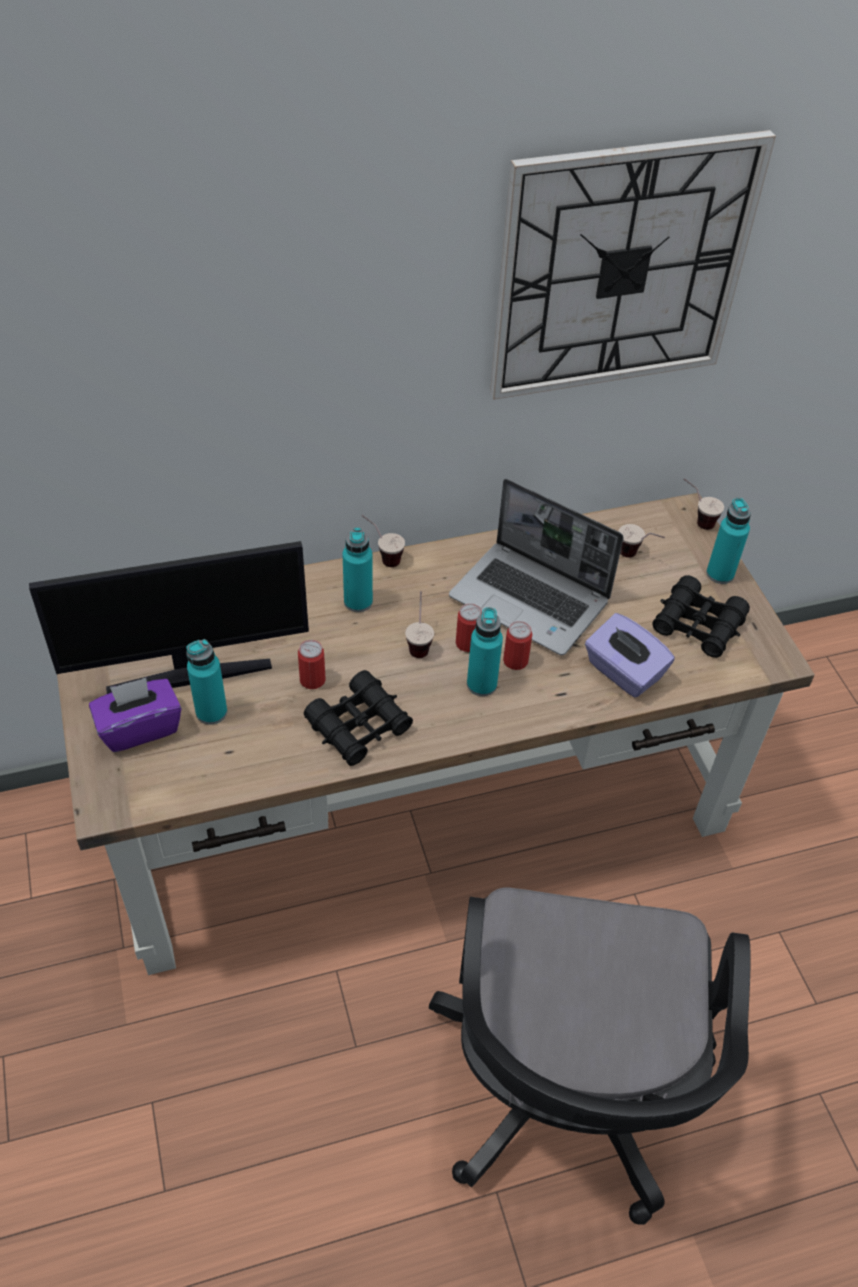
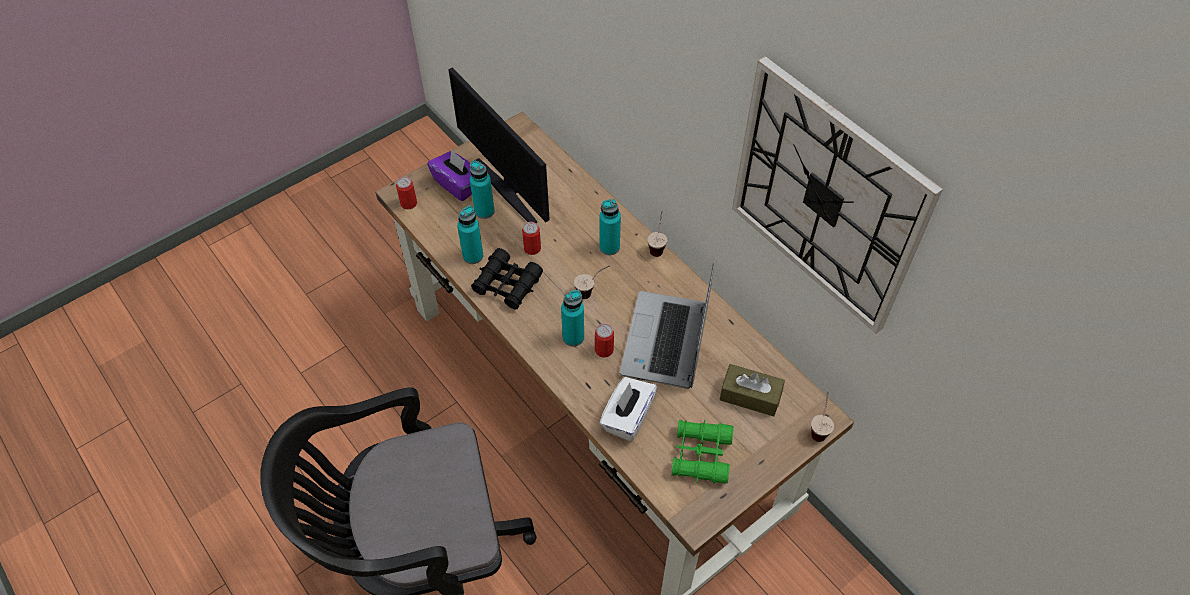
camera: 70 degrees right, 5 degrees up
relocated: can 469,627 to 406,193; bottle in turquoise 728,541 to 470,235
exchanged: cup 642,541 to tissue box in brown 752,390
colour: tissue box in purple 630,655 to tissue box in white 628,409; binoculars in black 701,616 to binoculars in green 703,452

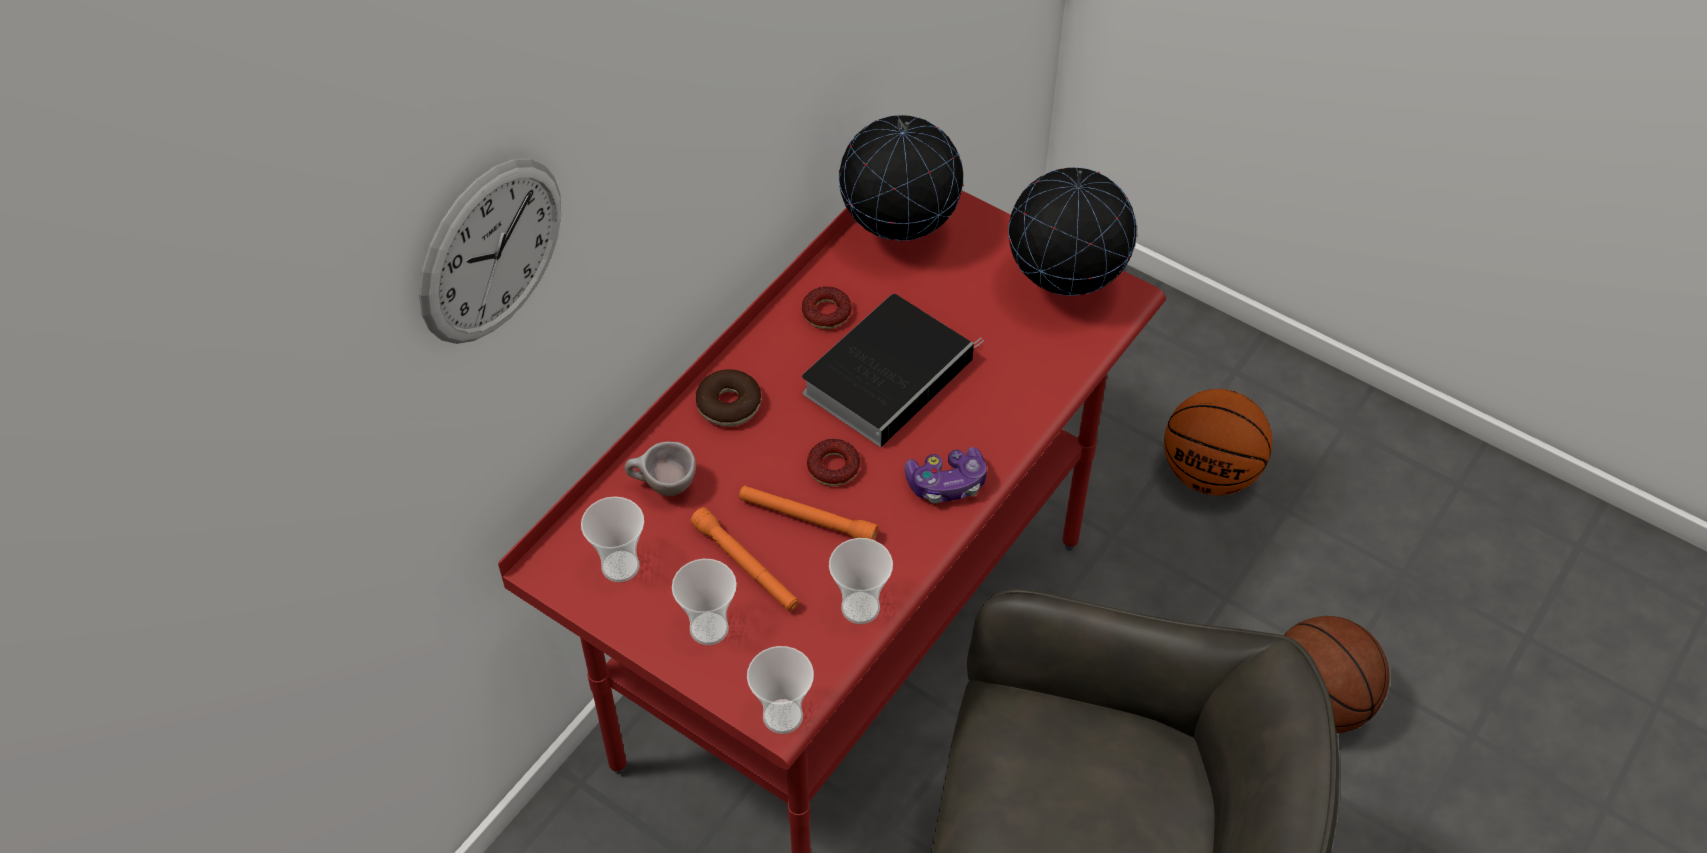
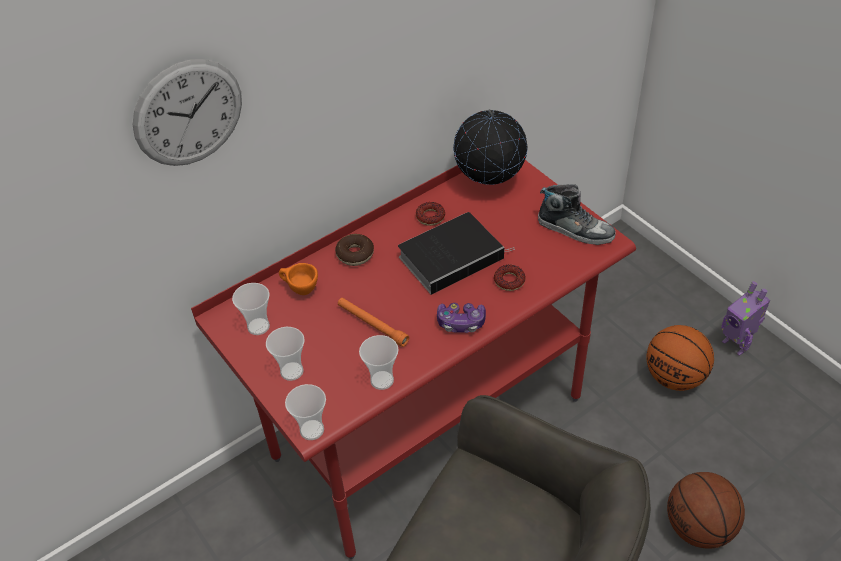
camera: 20 degrees right, 5 degrees down
missing: flashlight in orange 744,559
appeared: toy robot 745,318
relocated: donut 833,462 to 510,278
exchanged: globe 1072,231 to shoe 577,214
colour: cup in beige 660,469 to cup in orange 298,279

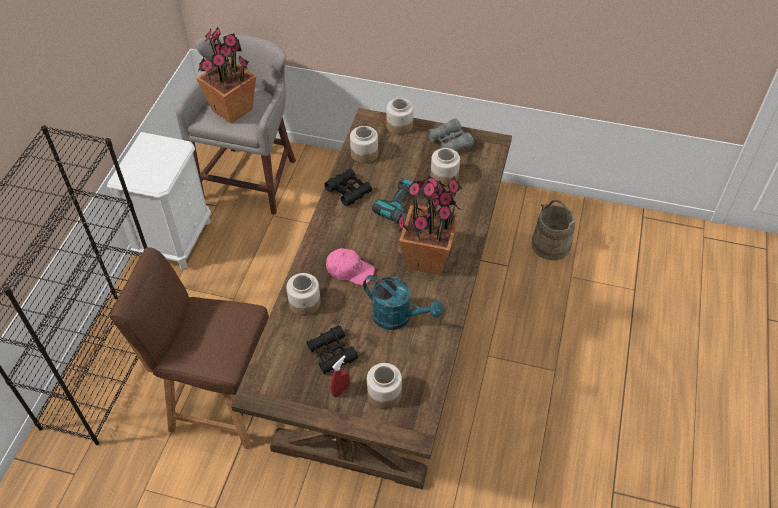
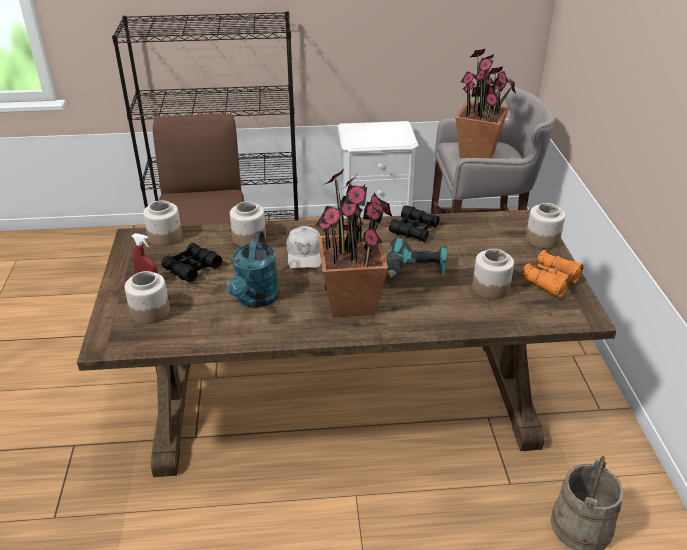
camera: 70 degrees right, 15 degrees down
relocated: jar 364,145 to 162,223
colour: cap in pink 350,266 to cap in white 303,247; binoculars in grey 451,135 to binoculars in orange 552,274

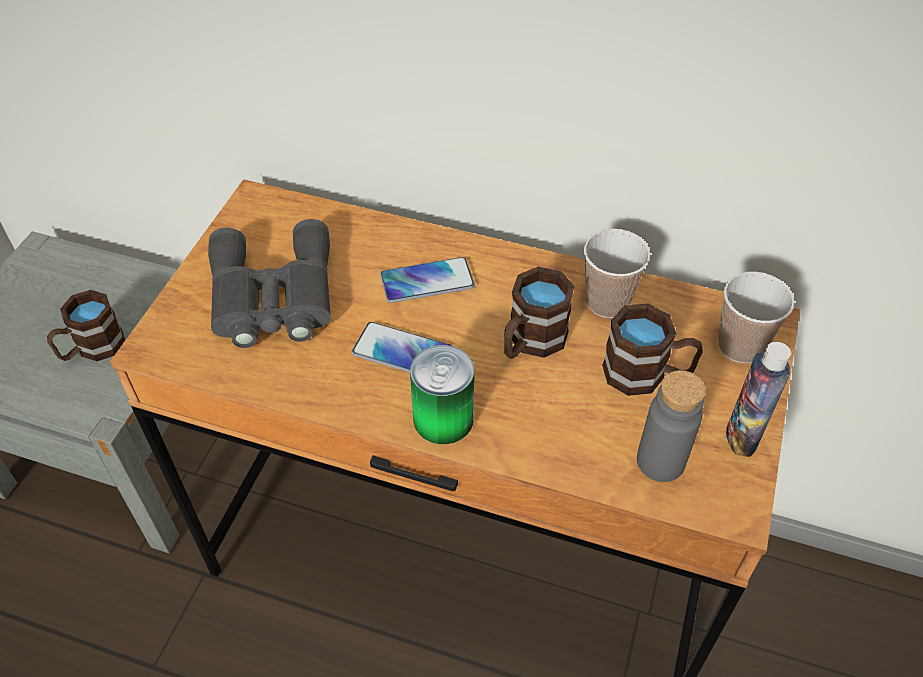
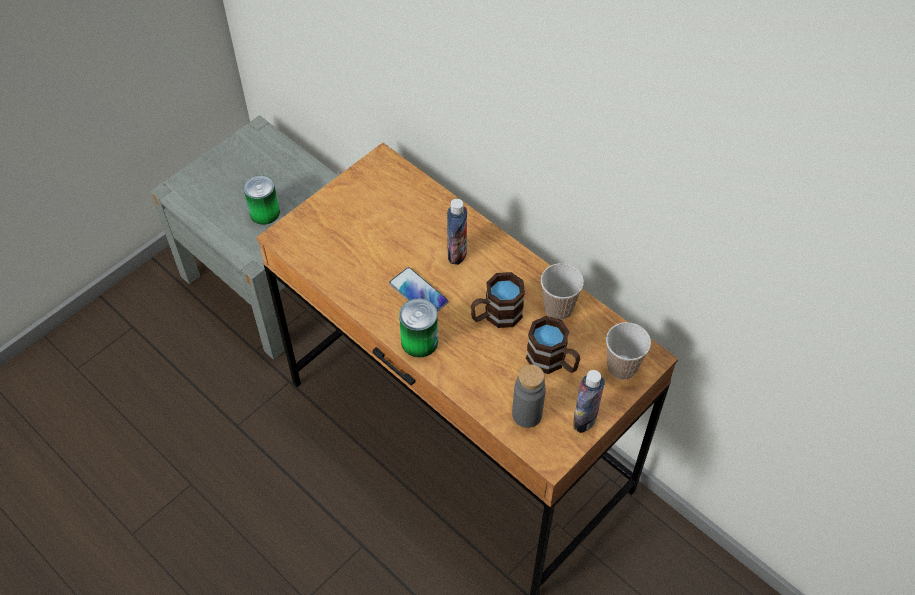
camera: 25 degrees right, 5 degrees up
missing: binoculars in grey 269,283
exchanged: mug in brown 86,325 to can 261,200; phone 427,280 to bottle 457,232

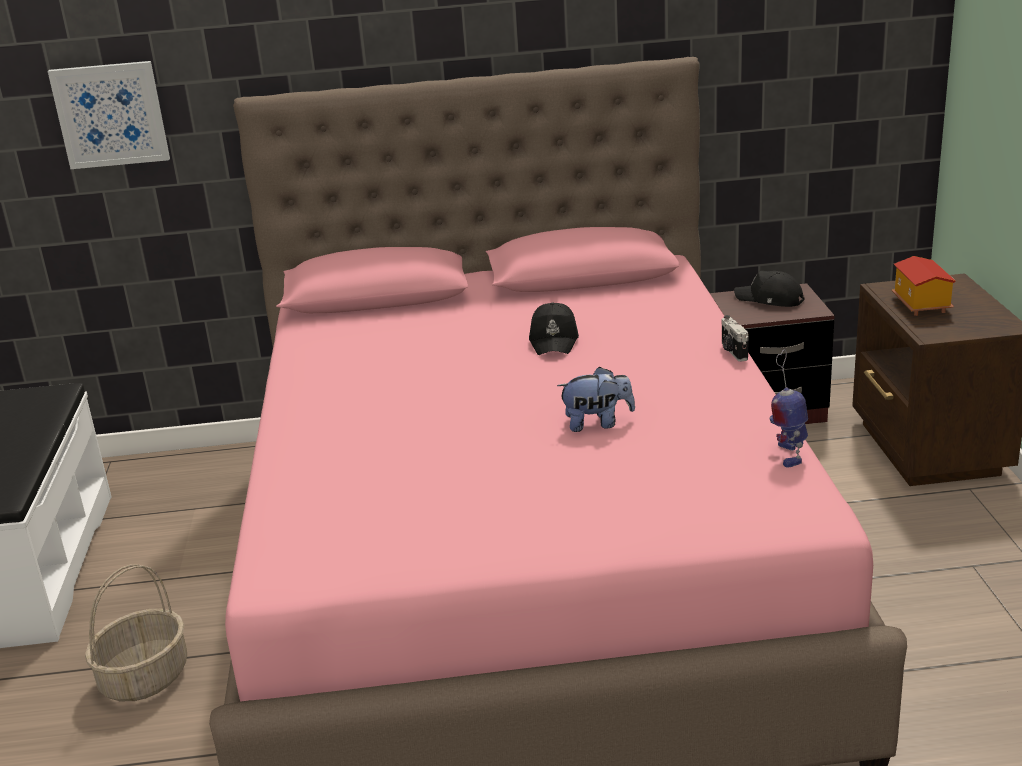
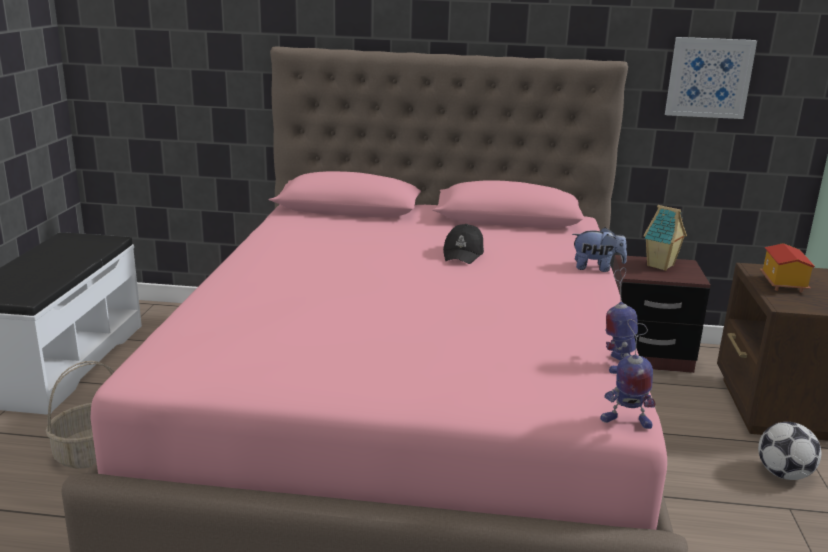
camera: 10 degrees right, 5 degrees down
missing: photo camera 735,338
appeared: toy robot 628,374; football 789,451
relocated: picture 109,115 to 711,78; plush toy 596,399 to 599,249
exchanged: cap in black 769,289 to toy house 665,238

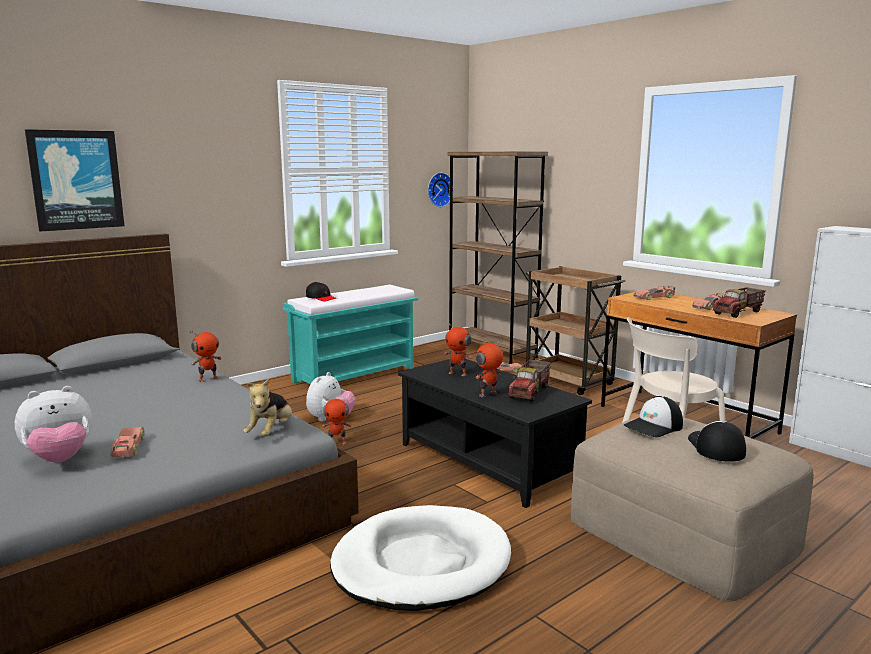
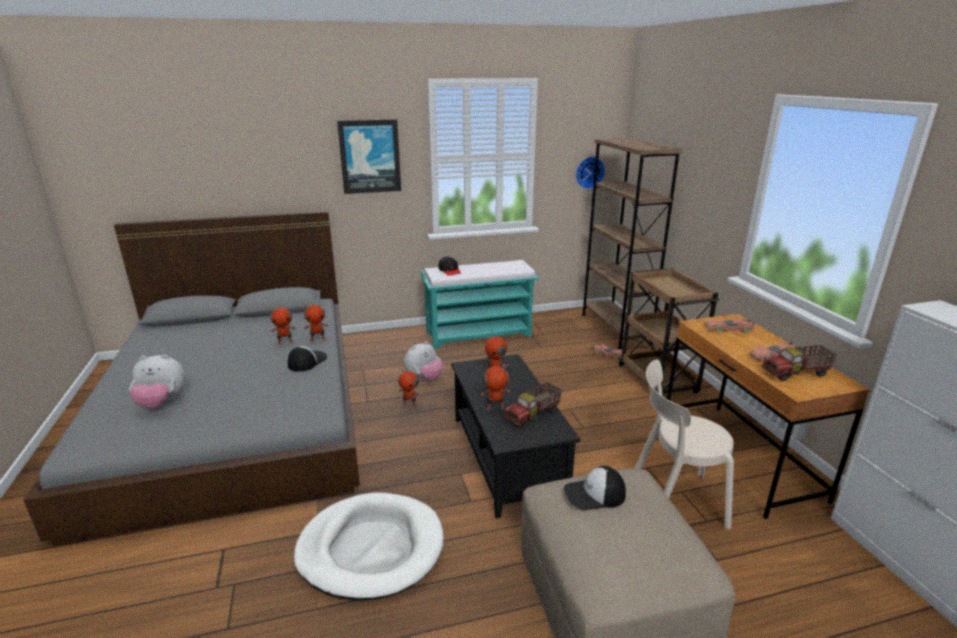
camera: 25 degrees right, 10 degrees up
missing: toy car 128,442; plush toy 268,407
appeared: toy robot 282,325
relocated: picture 74,180 to 369,156; cap 717,441 to 307,359

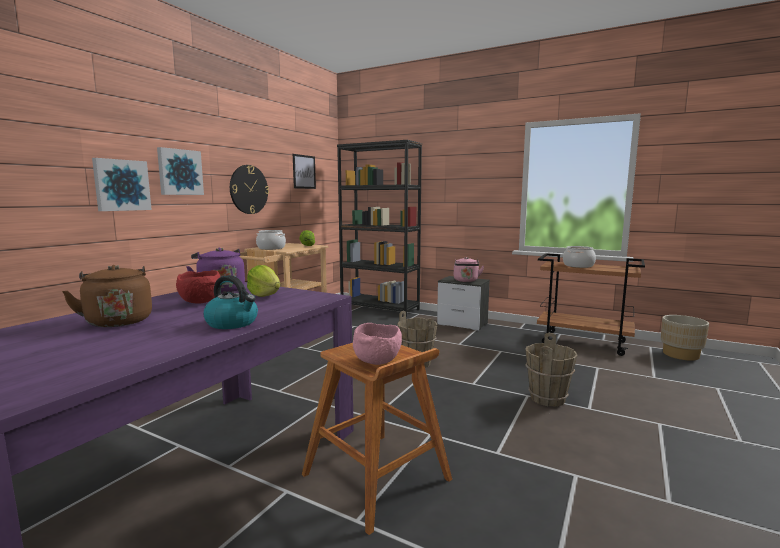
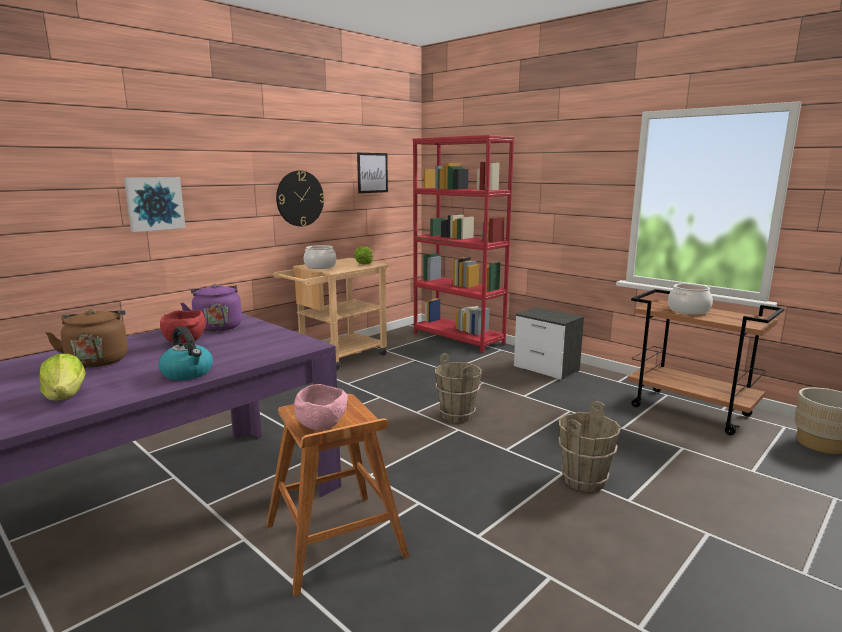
camera: 15 degrees right, 5 degrees up
missing: picture 180,171; kettle in pink 469,269
relocated: lettuce 263,281 to 62,377
colour: bookcase in black 379,228 to bookcase in red 464,244

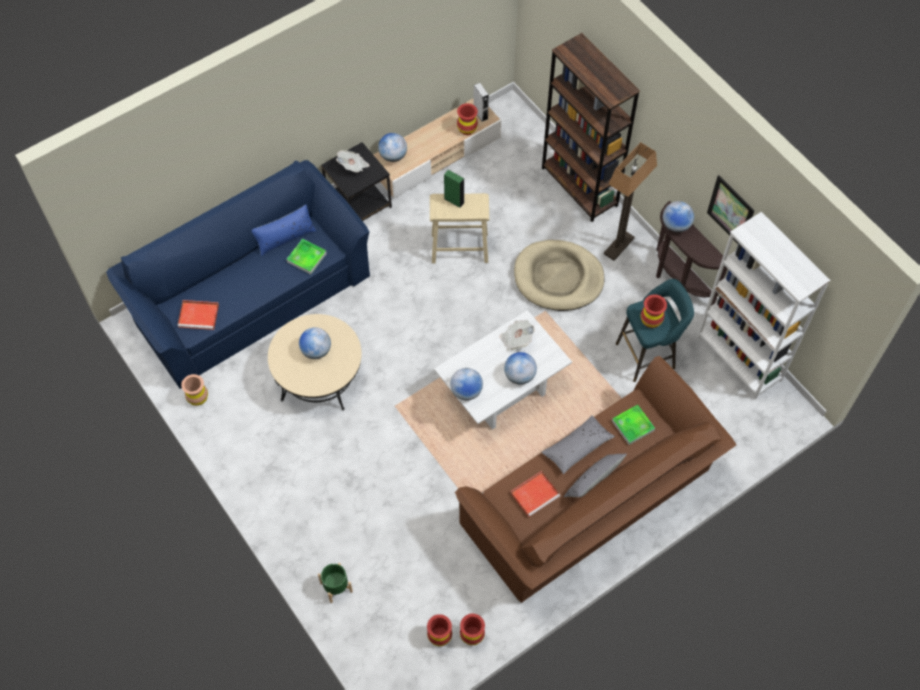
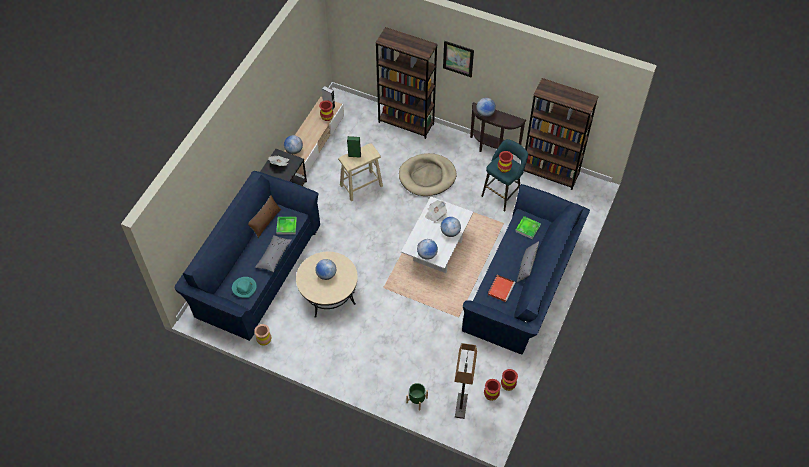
camera: 30 degrees left, 5 degrees down
relocated: pillow in grey 578,444 to 273,253; floor lamp 630,201 to 465,381; picture 731,209 to 458,59
exchanged: tray in red 198,315 to hat in turquoise 244,287
colour: pillow in blue 284,230 to pillow in brown 265,216; sofa in brown 595,479 to sofa in blue 526,269; bookcase in white 763,305 to bookcase in brown 561,134

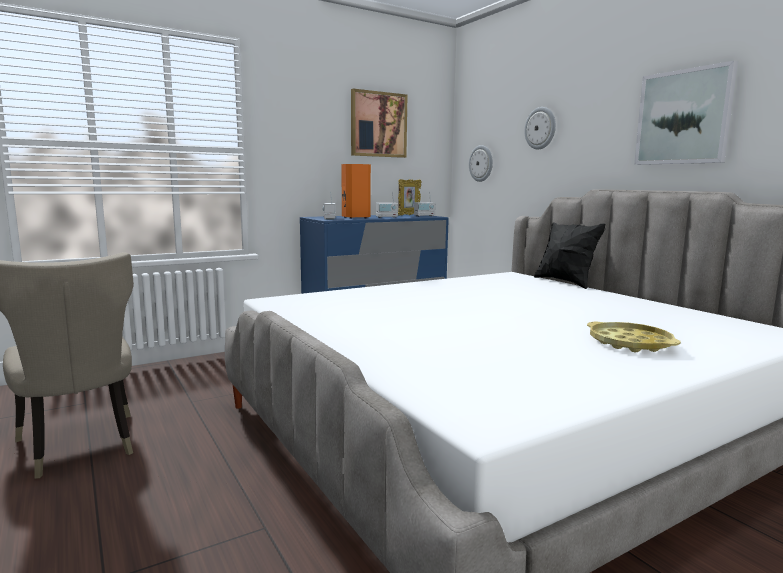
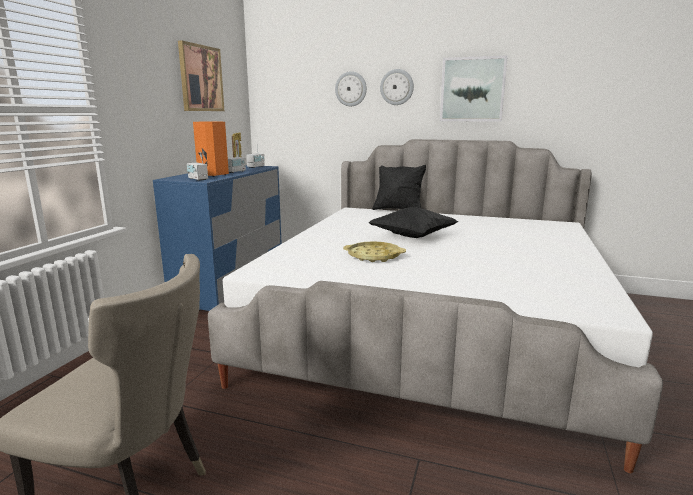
camera: 40 degrees left, 5 degrees up
appeared: pillow in black 413,222
relocated: wall clock 481,163 to 397,87; tray in yellow 634,337 to 374,251

